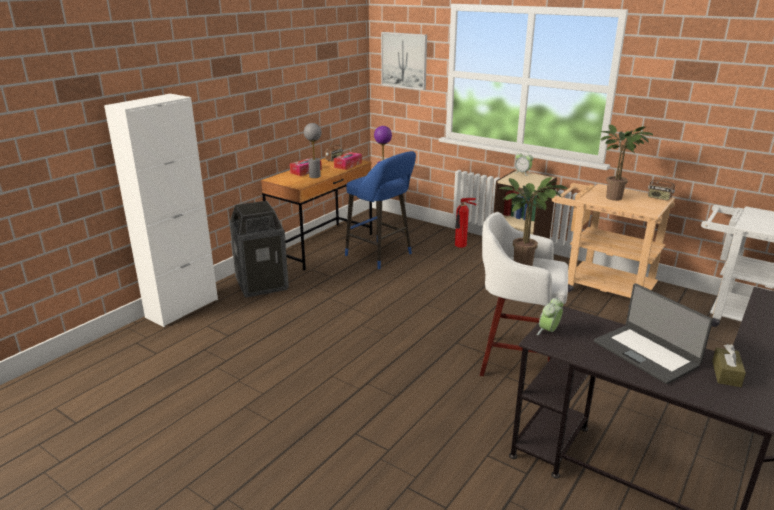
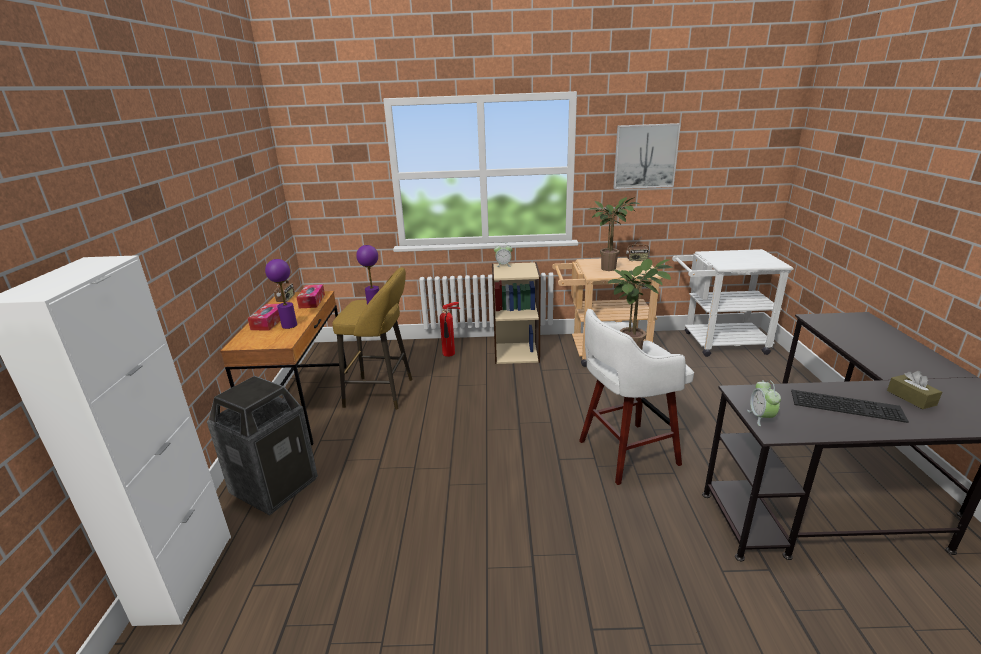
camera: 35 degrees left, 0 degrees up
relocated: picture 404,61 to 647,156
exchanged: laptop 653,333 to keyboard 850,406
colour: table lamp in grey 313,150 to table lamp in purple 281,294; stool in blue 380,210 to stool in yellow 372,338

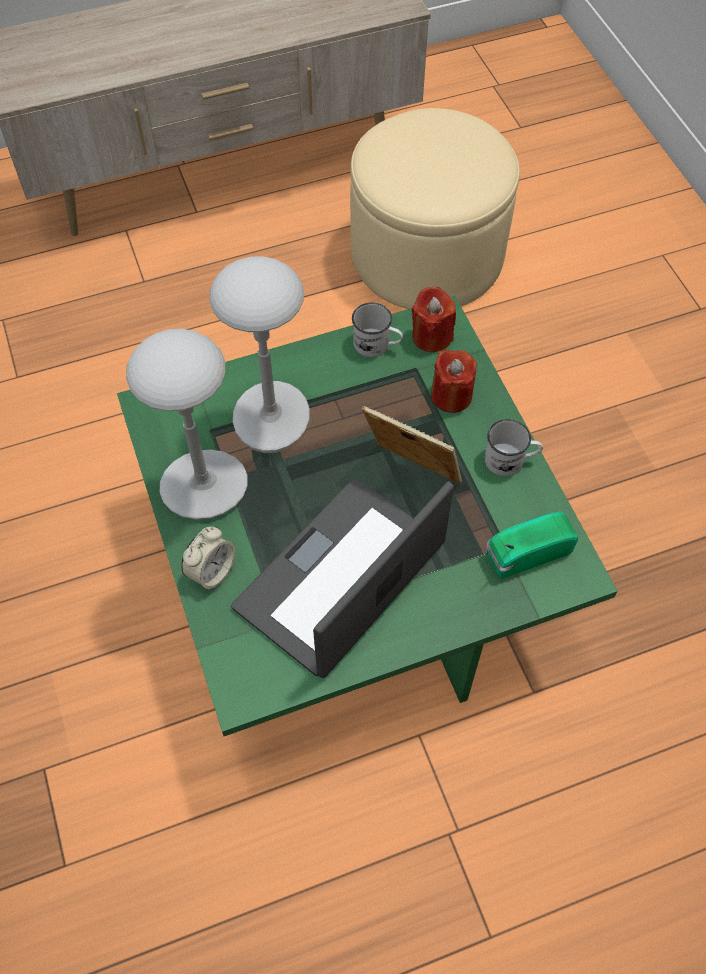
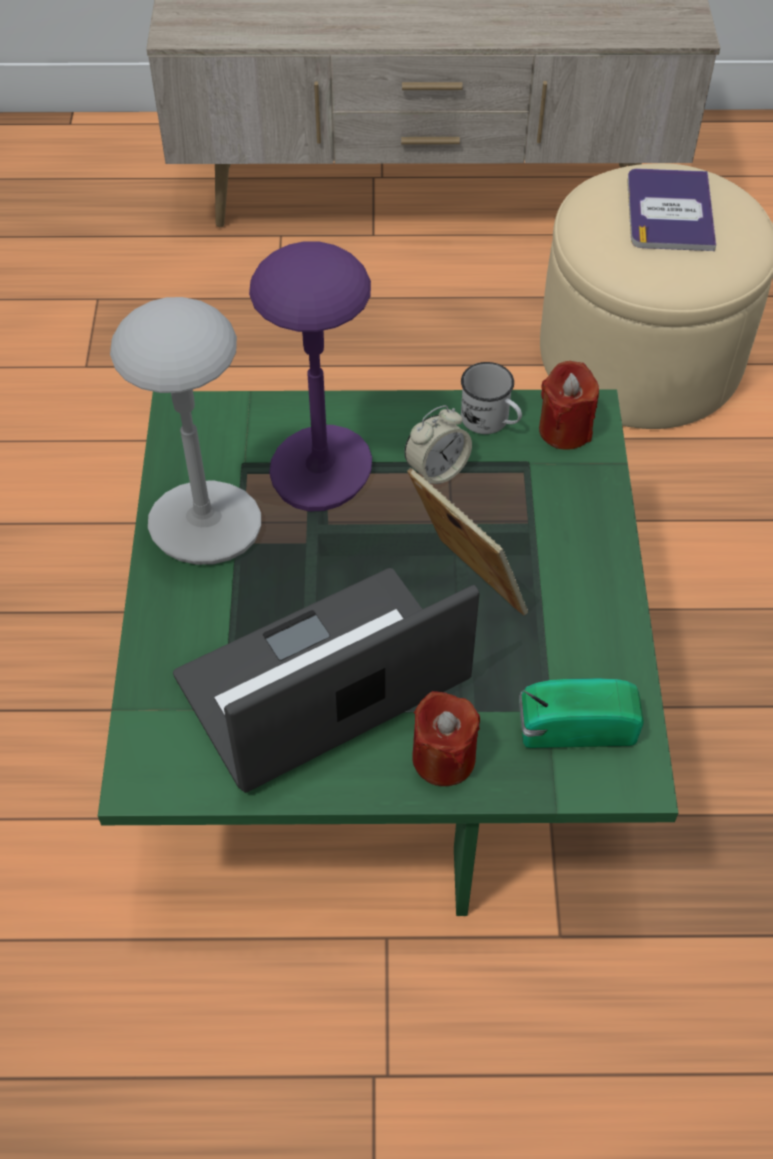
camera: 20 degrees right, 5 degrees down
missing: mug in white 514,447
appeared: book 671,210
relocated: alarm clock 208,559 to 438,444; candle in red 454,381 to 446,738
colour: table lamp in grey 259,354 to table lamp in purple 310,376

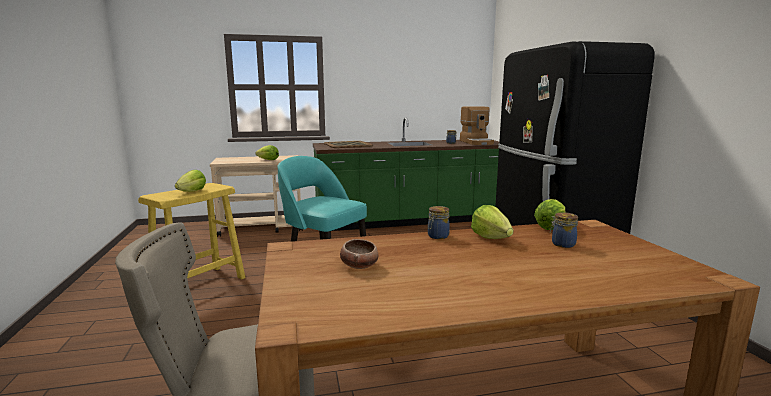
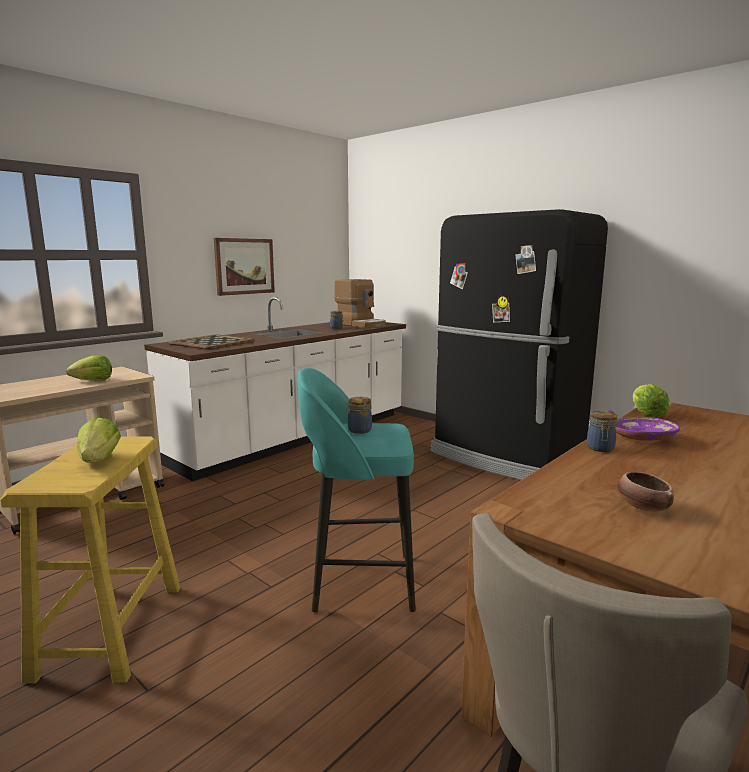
camera: 35 degrees left, 0 degrees up
appeared: picture 244,267
relocated: jar 564,230 to 358,415
exchanged: lettuce 492,222 to bowl in purple 643,425
colour: counter in green 406,174 to counter in white 275,389

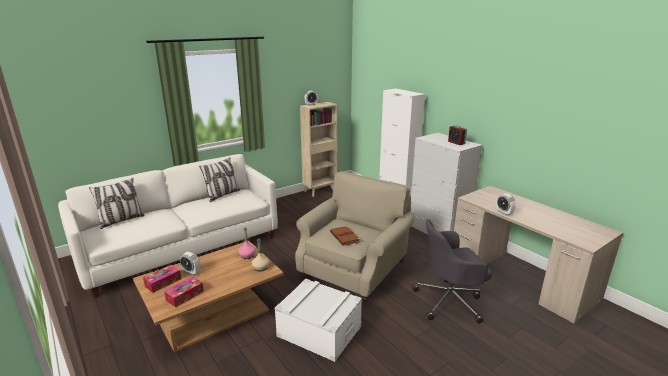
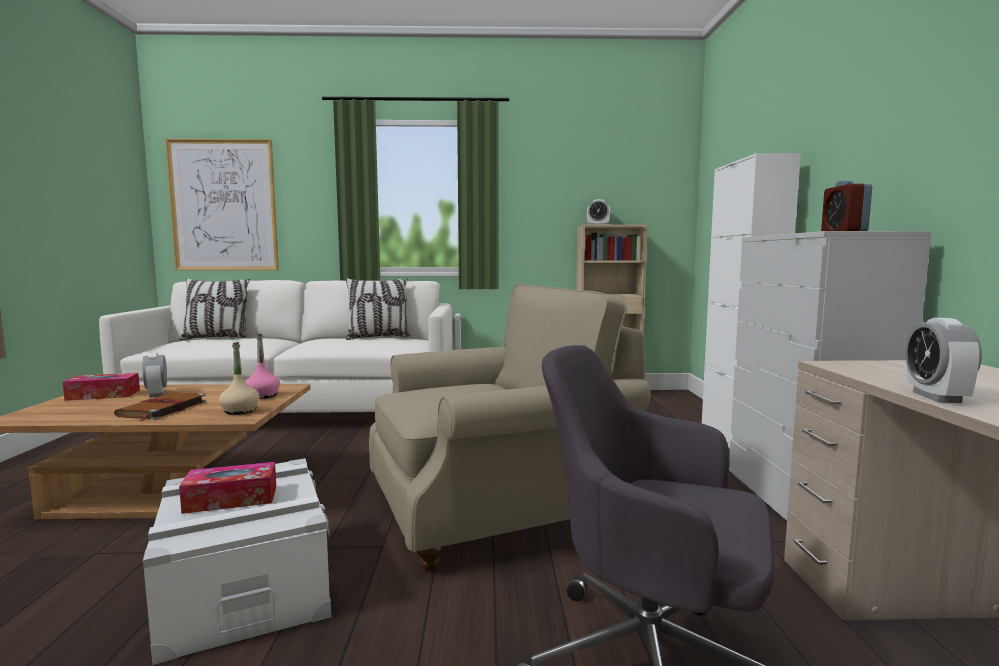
camera: 35 degrees right, 15 degrees down
appeared: picture 222,204
relocated: tissue box 184,292 to 227,488; book in brown 345,235 to 160,406

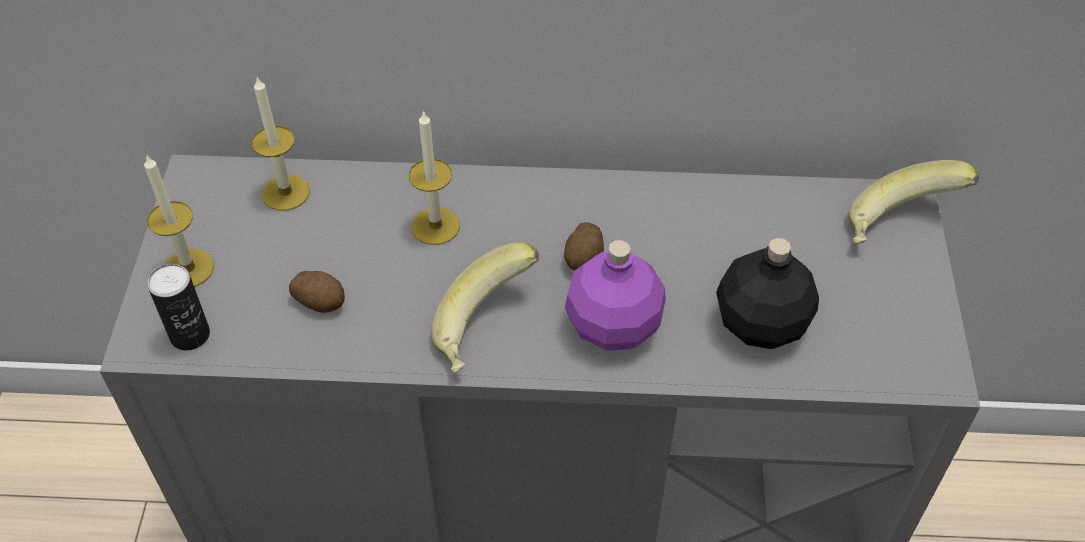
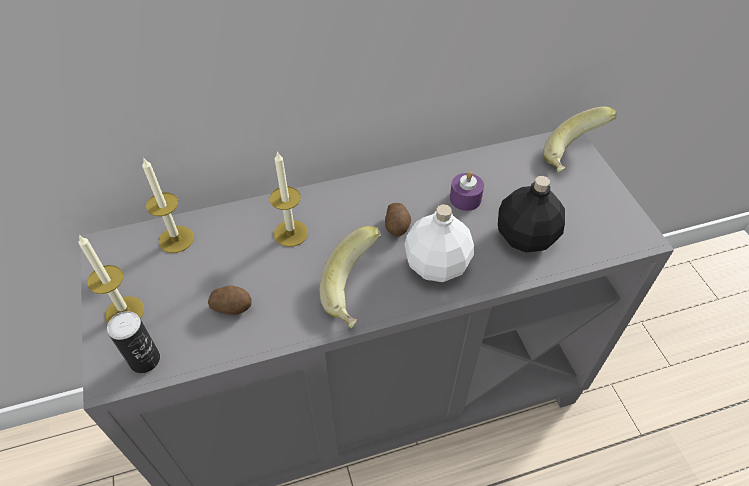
camera: 20 degrees left, 0 degrees up
appeared: candle in purple 467,191
colour: bottle in purple 615,295 to bottle in white 439,243

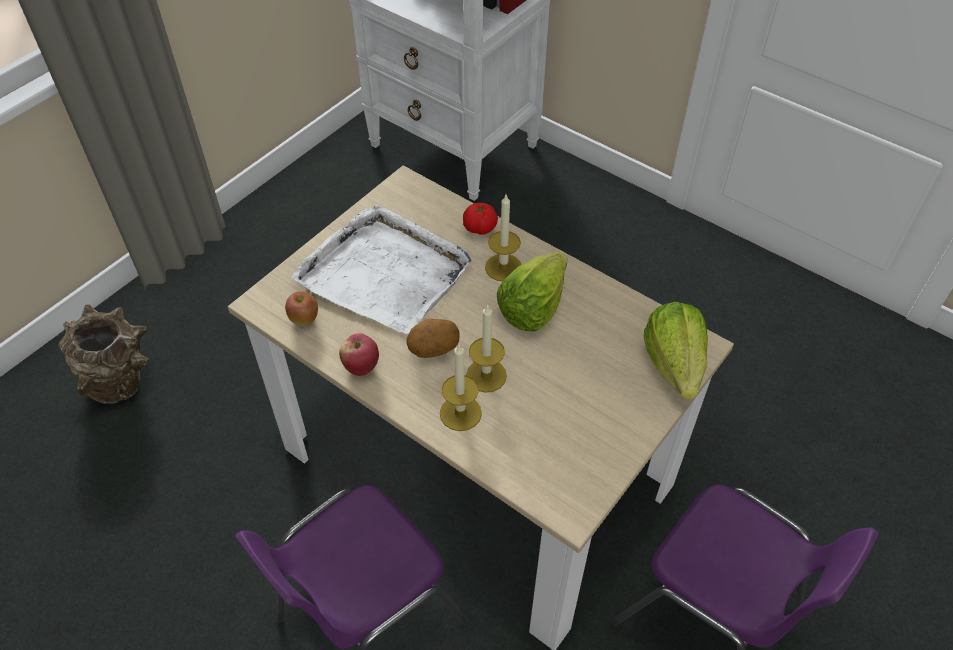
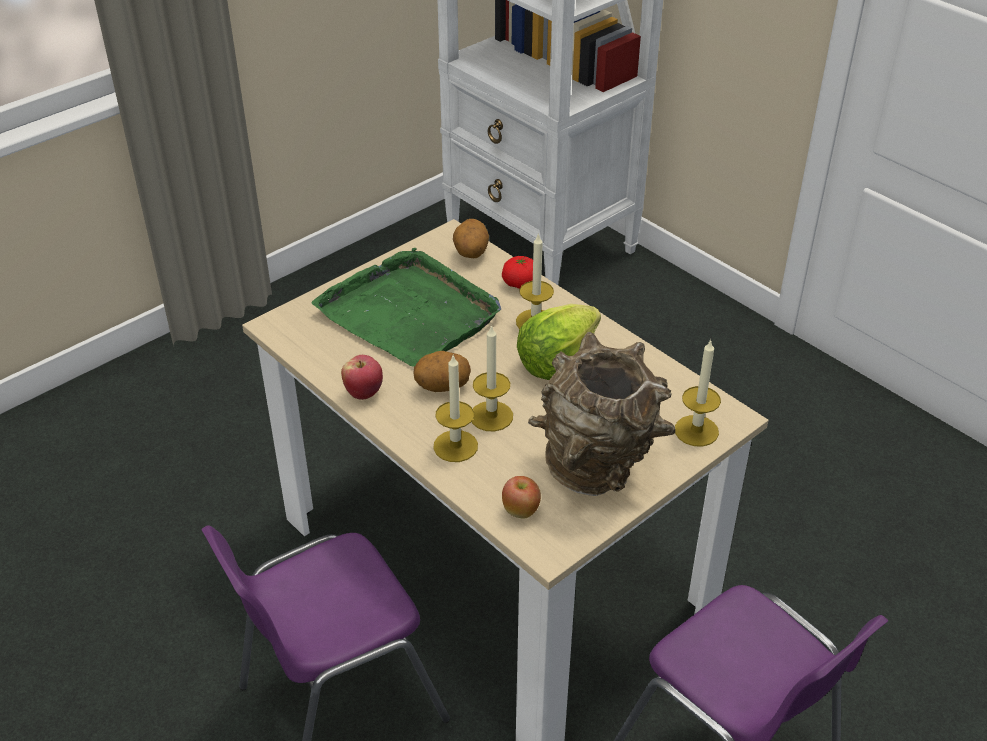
camera: 10 degrees right, 10 degrees down
appeared: potato 471,238
relocated: vase in brown 104,354 to 602,414; apple 301,308 to 521,497
exchanged: lettuce 676,350 to candle 698,393
colour: tray in white 381,269 to tray in green 406,307

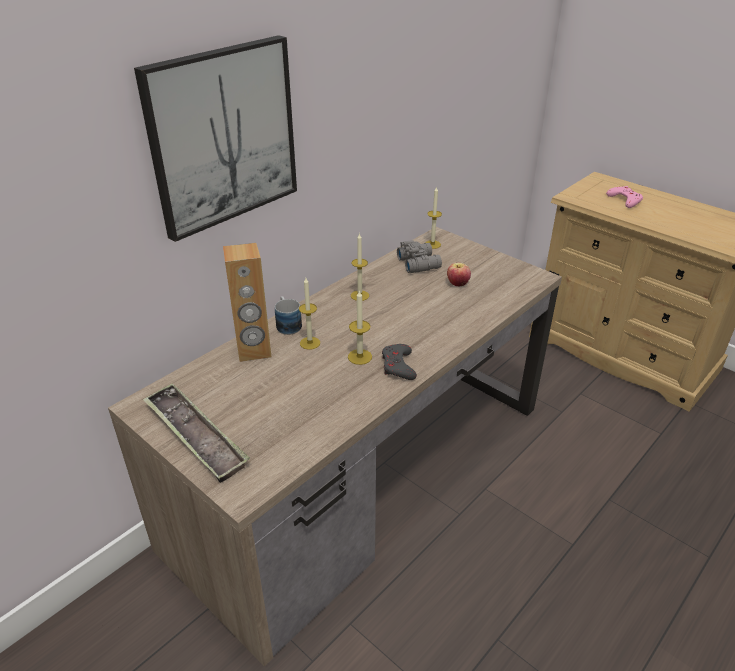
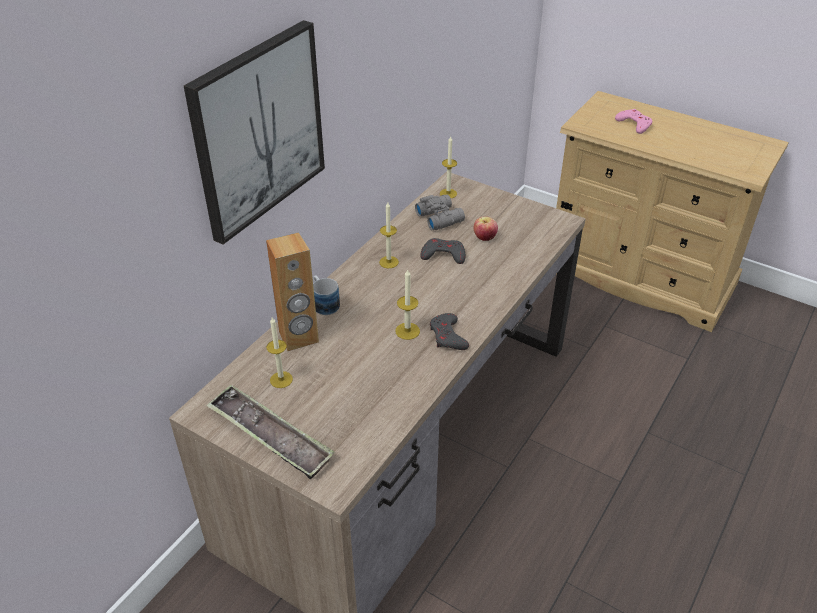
camera: 10 degrees left, 5 degrees up
appeared: game controller in grey 442,251
relocated: candle 309,314 to 279,352

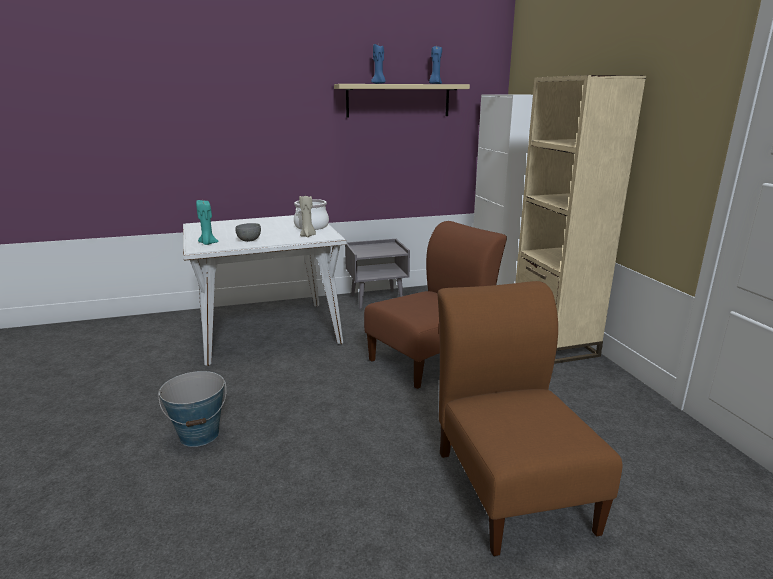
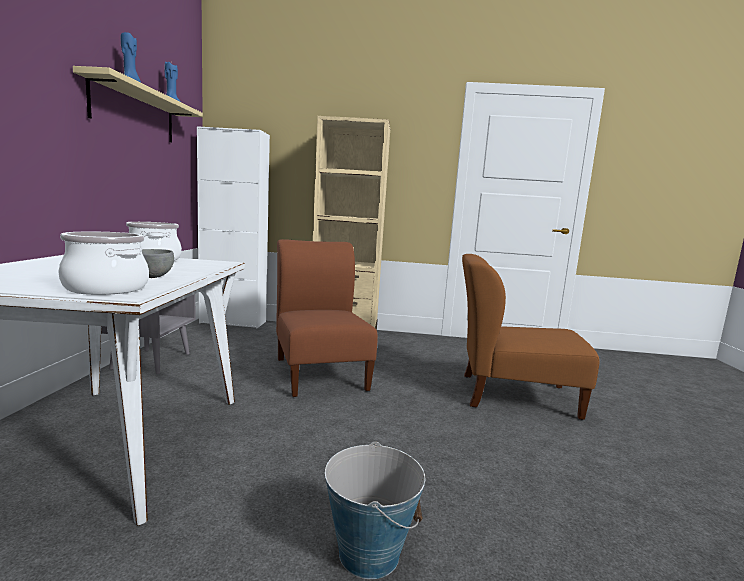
camera: 70 degrees left, 10 degrees down
missing: candle in beige 307,216
exchanged: candle in turquoise 207,222 to cooking pot 104,263

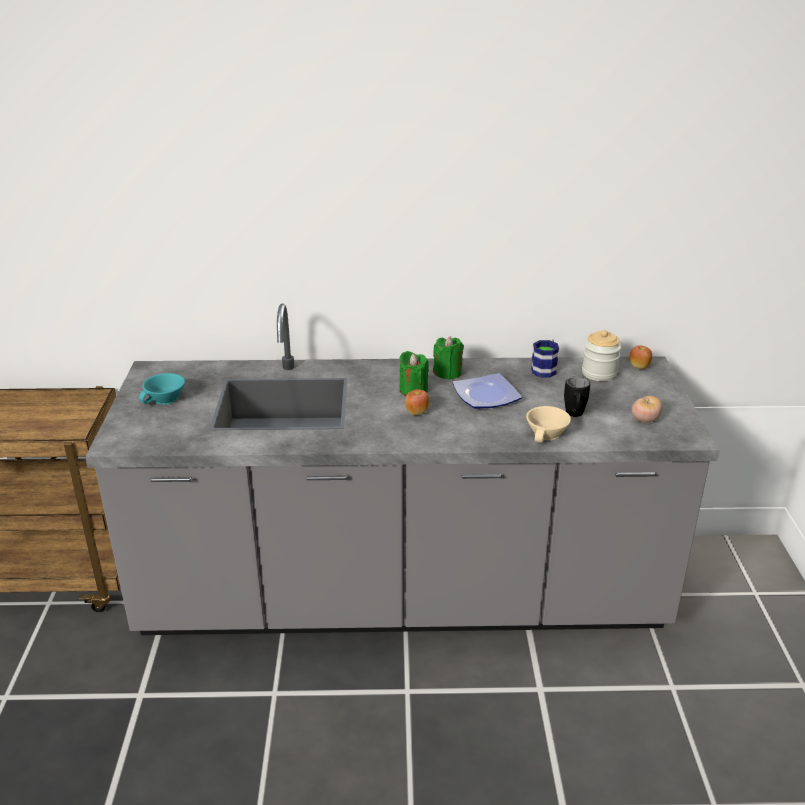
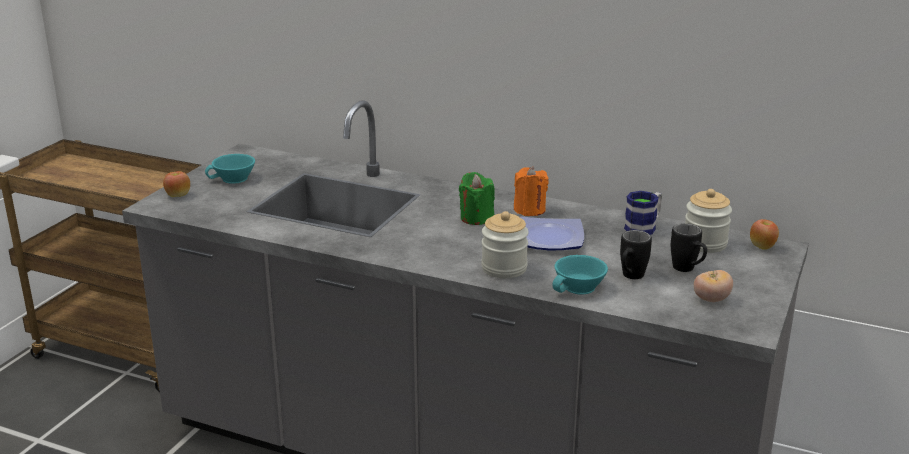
camera: 25 degrees right, 5 degrees down
appeared: jar 505,244; mug in black 689,247
relocated: apple 417,402 to 176,184
colour: candle in green 448,358 to candle in orange 531,191; cup in beige 548,424 to cup in turquoise 580,274

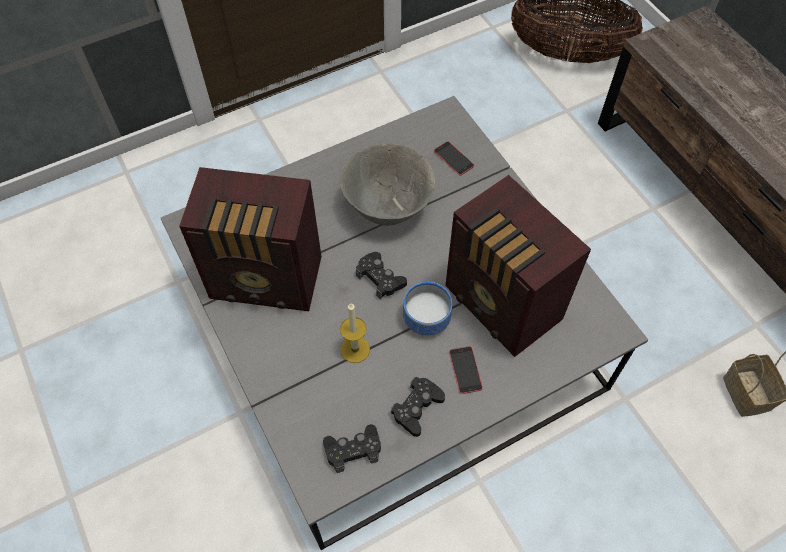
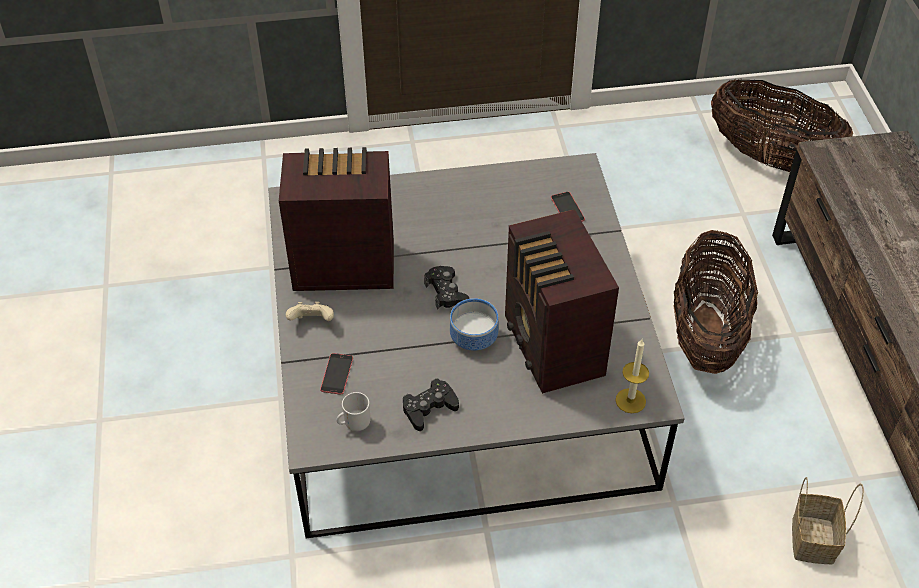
camera: 20 degrees right, 10 degrees down
missing: bowl in grey 387,184
appeared: game controller in beige 310,311; basket 715,302
relocated: candle 355,333 to 632,376; phone 466,370 to 336,373
exchanged: game controller in black 352,448 to mug 353,411
spun: radio 250,239 = 336,219 150 degrees clockwise

